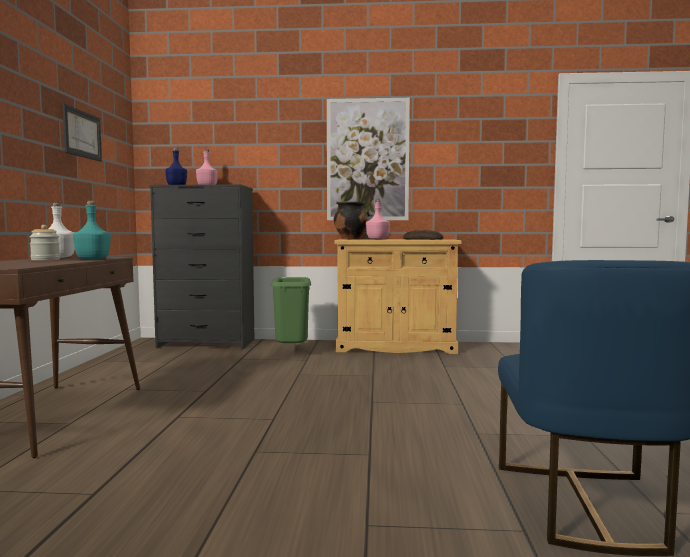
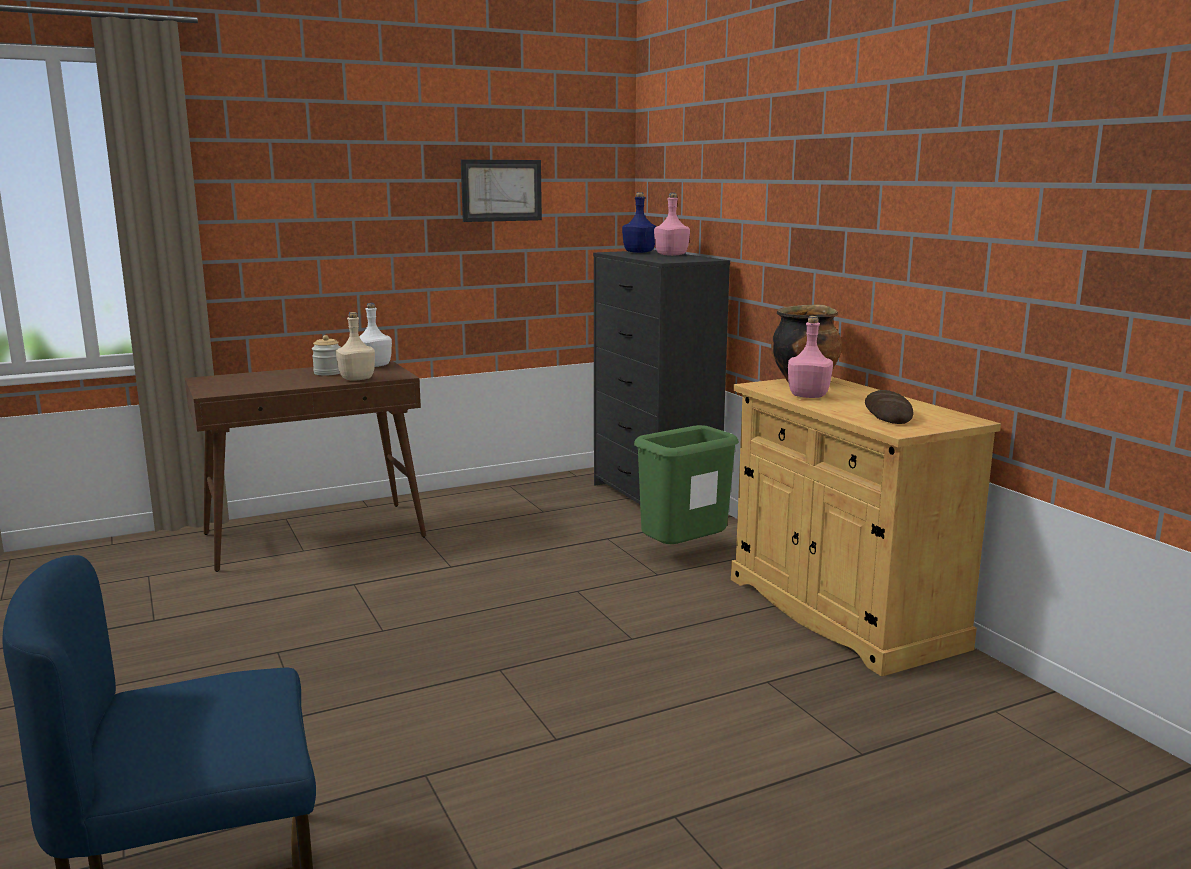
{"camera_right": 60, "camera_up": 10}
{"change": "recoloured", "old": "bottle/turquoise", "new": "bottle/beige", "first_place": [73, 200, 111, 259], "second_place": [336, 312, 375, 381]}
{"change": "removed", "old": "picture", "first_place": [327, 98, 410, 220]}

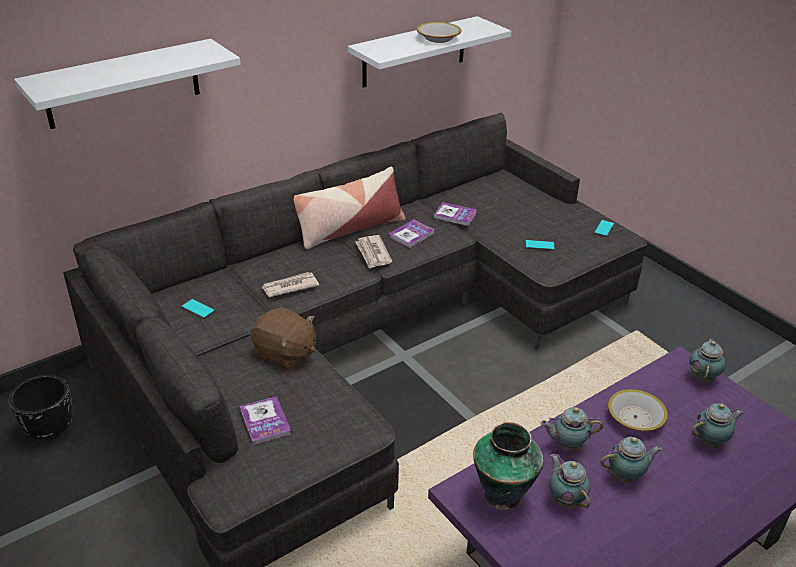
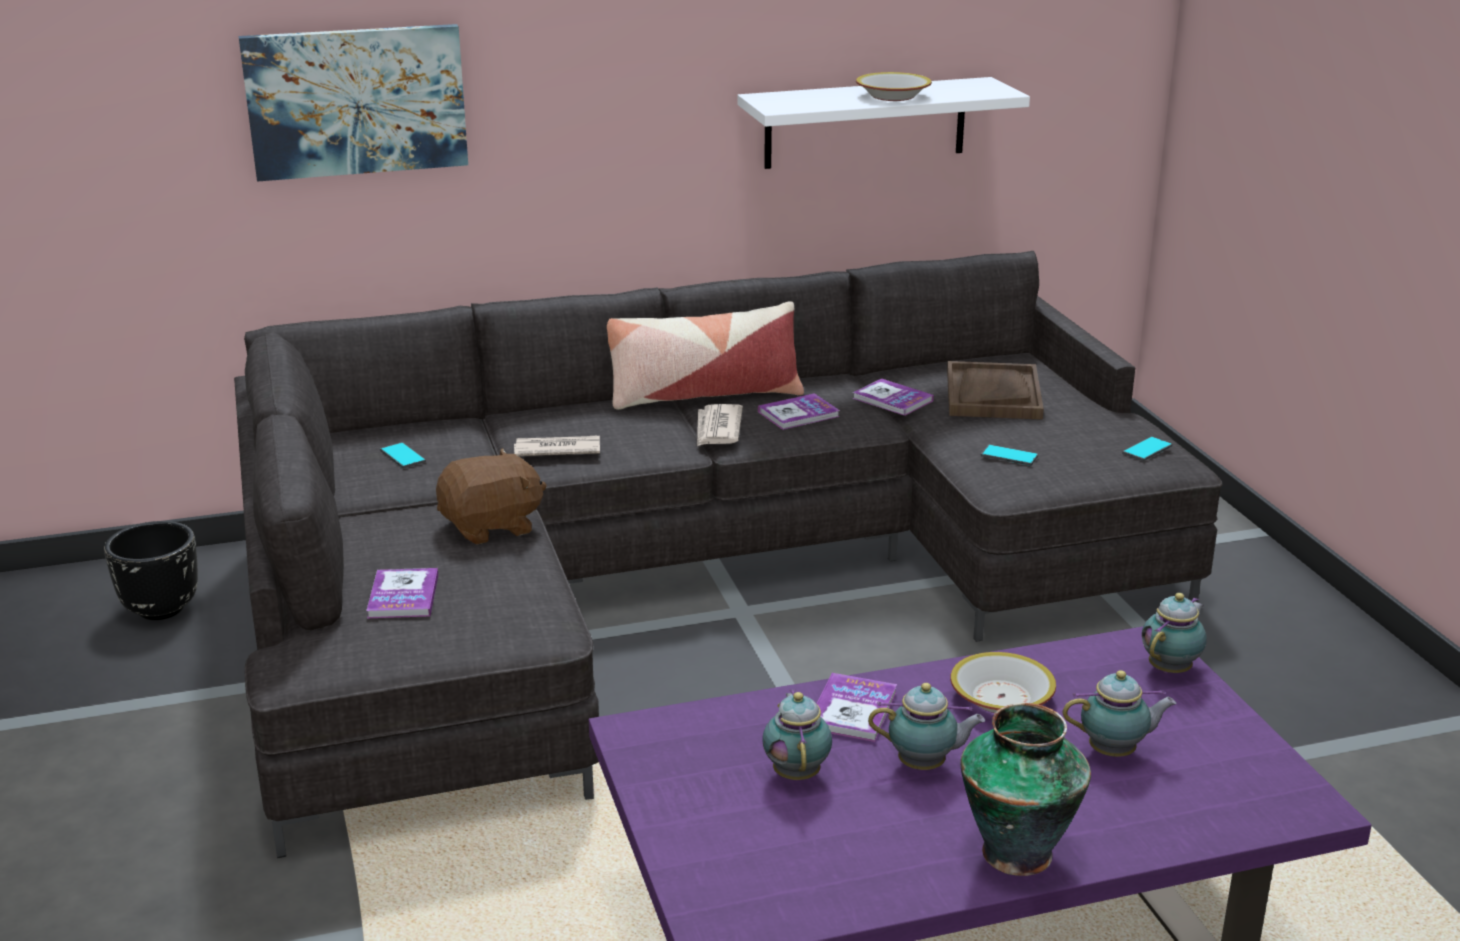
{"camera_right": 20, "camera_up": -10}
{"change": "replaced", "old": "shelf/white", "new": "picture", "first_place": [14, 39, 241, 129], "second_place": [239, 24, 468, 182]}
{"change": "turned", "old": "plush toy/brown", "first_place": [251, 307, 316, 371], "second_place": [436, 448, 547, 545], "degrees": -75}
{"change": "moved", "old": "vase", "first_place": [473, 422, 544, 510], "second_place": [960, 703, 1091, 876]}
{"change": "replaced", "old": "teapot", "new": "book", "first_place": [540, 407, 603, 452], "second_place": [816, 673, 897, 742]}
{"change": "added", "new": "tray/brown", "second_place": [947, 361, 1044, 420]}

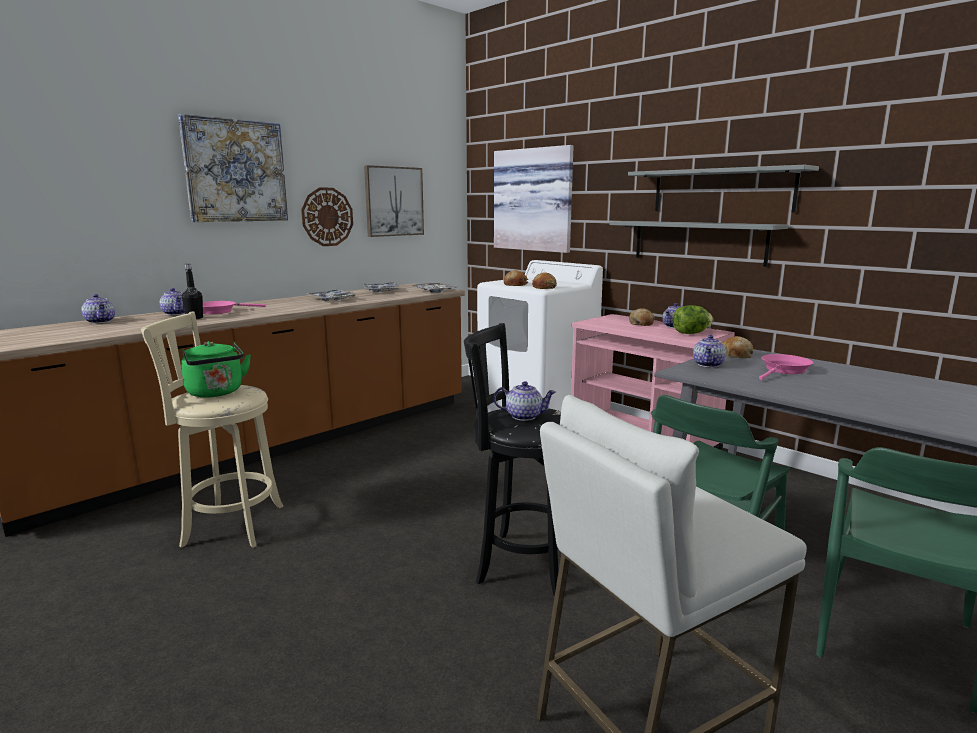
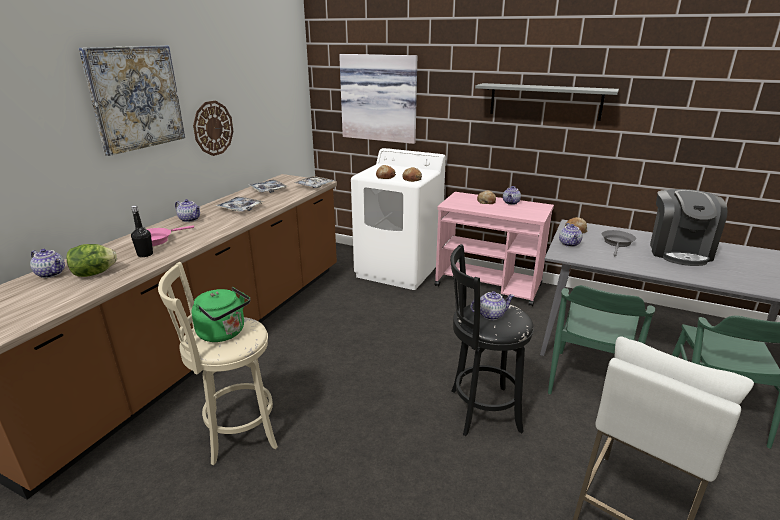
{"camera_right": -20, "camera_up": 10}
{"change": "moved", "old": "teapot", "first_place": [160, 288, 185, 315], "second_place": [175, 199, 200, 222]}
{"change": "removed", "old": "picture", "first_place": [364, 165, 424, 237]}
{"change": "removed", "old": "shelf/grey", "first_place": [609, 221, 788, 267]}
{"change": "moved", "old": "lettuce", "first_place": [673, 305, 713, 334], "second_place": [66, 244, 117, 277]}
{"change": "recoloured", "old": "frying pan/pink", "new": "frying pan/grey", "first_place": [759, 354, 814, 380], "second_place": [602, 230, 636, 257]}
{"change": "added", "new": "coffee machine", "second_place": [650, 189, 727, 266]}

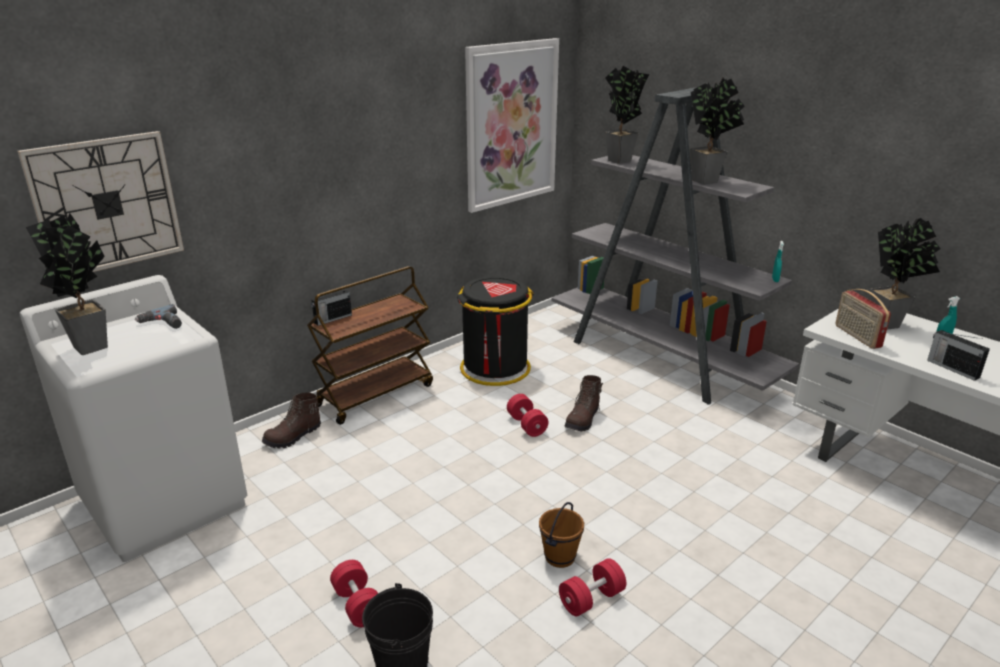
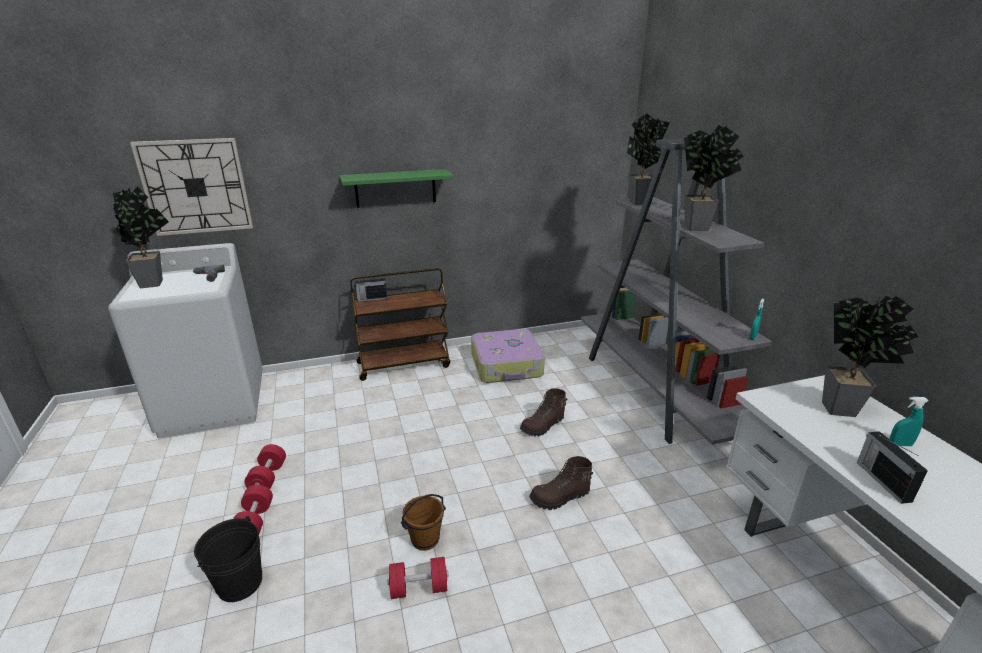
{"camera_right": 25, "camera_up": 0}
{"change": "moved", "old": "boot/brown", "first_place": [262, 393, 321, 448], "second_place": [529, 456, 593, 510]}
{"change": "replaced", "old": "trash can/black", "new": "suitcase", "first_place": [457, 276, 534, 386], "second_place": [471, 329, 545, 383]}
{"change": "removed", "old": "picture", "first_place": [465, 38, 559, 213]}
{"change": "moved", "old": "dumbbell/red", "first_place": [507, 394, 548, 437], "second_place": [244, 444, 286, 489]}
{"change": "removed", "old": "radio", "first_place": [835, 289, 891, 349]}
{"change": "added", "new": "shelf/green", "second_place": [340, 169, 453, 208]}

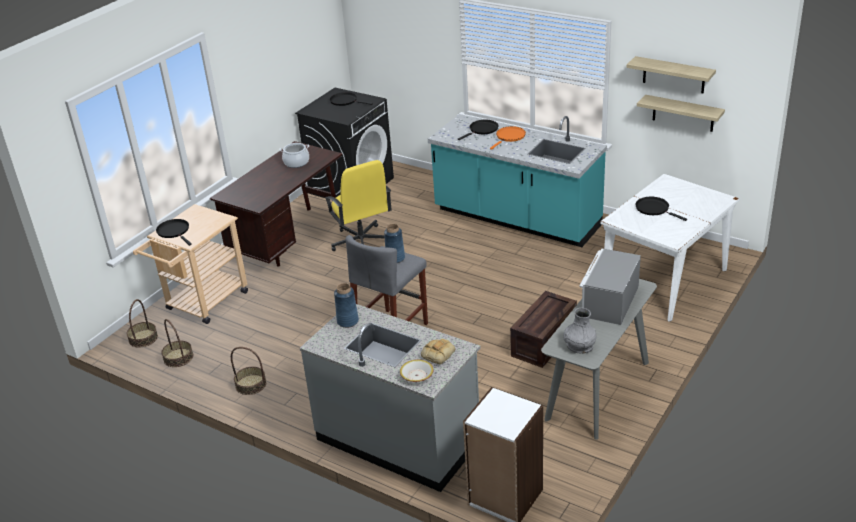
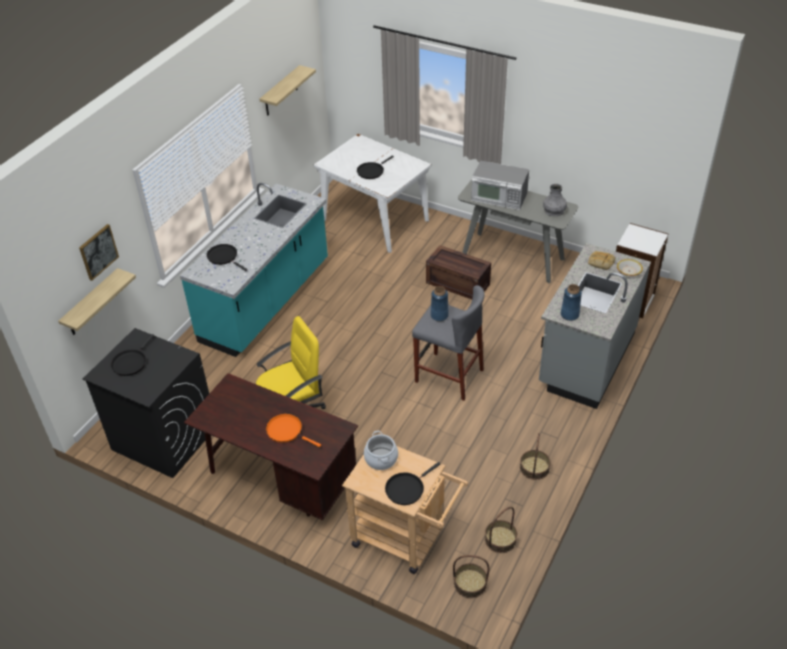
{"camera_right": -95, "camera_up": 10}
{"change": "moved", "old": "cooking pot", "first_place": [280, 143, 309, 168], "second_place": [364, 431, 398, 470]}
{"change": "moved", "old": "frying pan/orange", "first_place": [490, 126, 526, 149], "second_place": [266, 414, 321, 447]}
{"change": "moved", "old": "shelf", "first_place": [637, 95, 725, 132], "second_place": [58, 268, 136, 335]}
{"change": "added", "new": "picture", "second_place": [79, 224, 119, 281]}

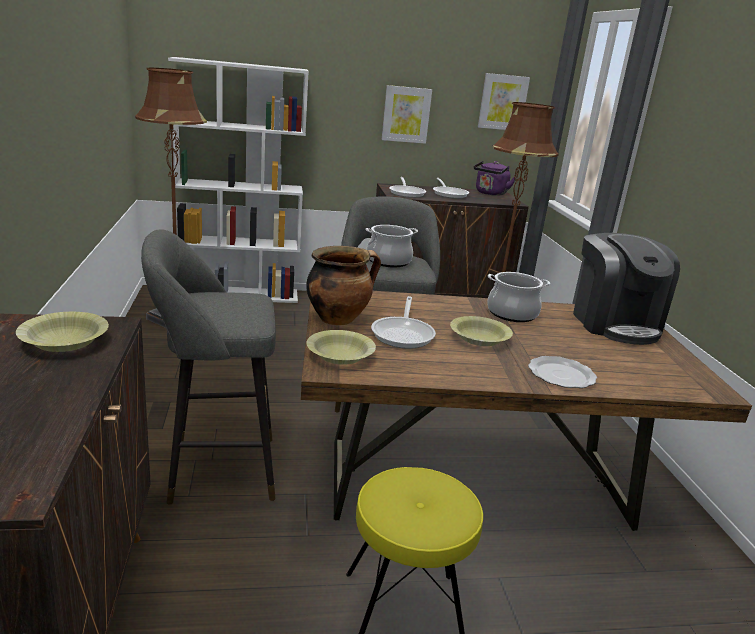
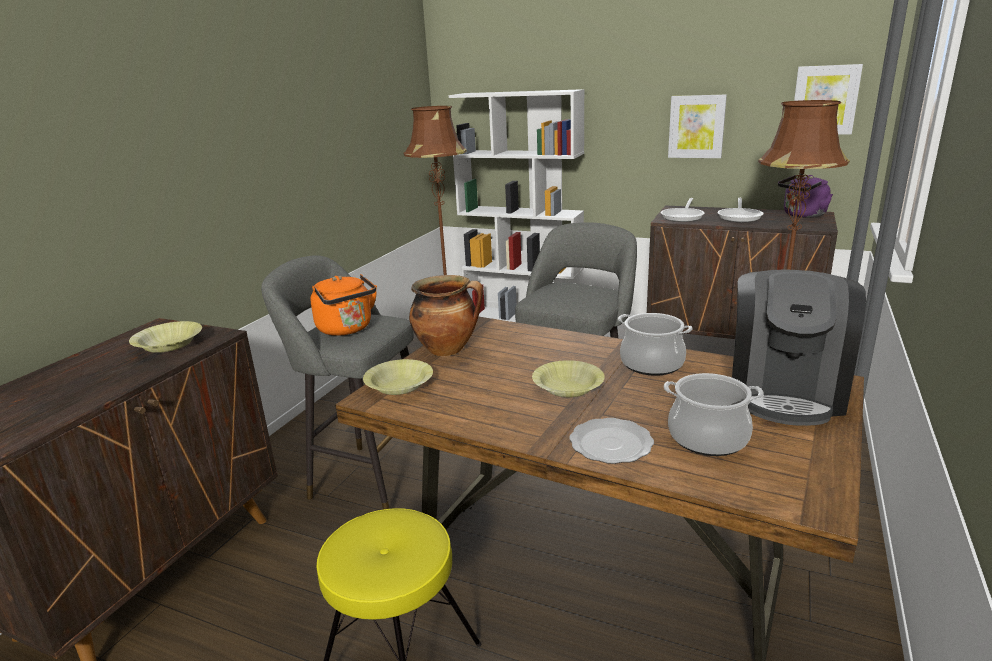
{"camera_right": 35, "camera_up": 0}
{"change": "moved", "old": "cooking pot", "first_place": [365, 225, 418, 267], "second_place": [664, 373, 764, 456]}
{"change": "removed", "old": "frying pan", "first_place": [371, 296, 436, 349]}
{"change": "added", "new": "kettle/orange", "second_place": [310, 274, 377, 336]}

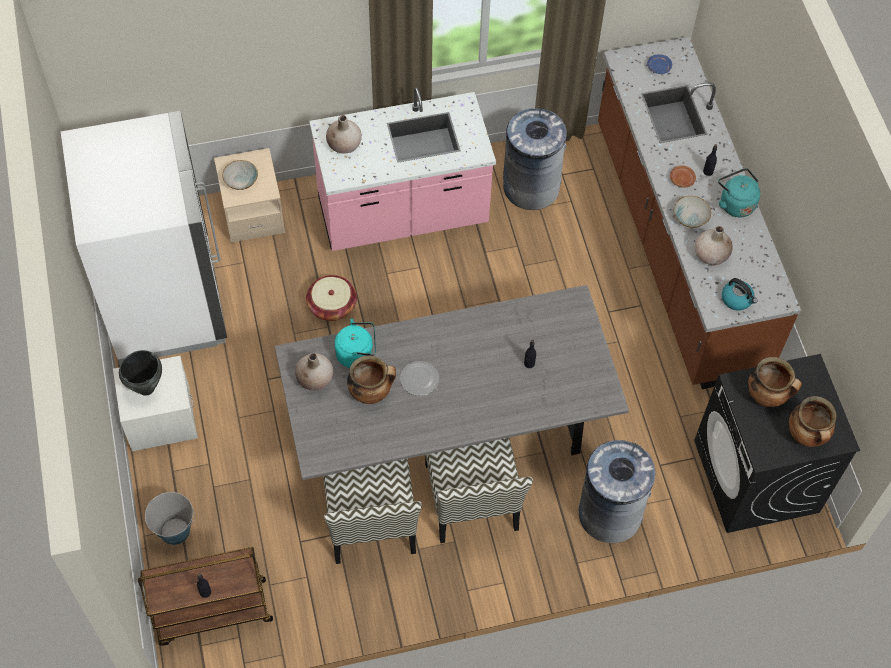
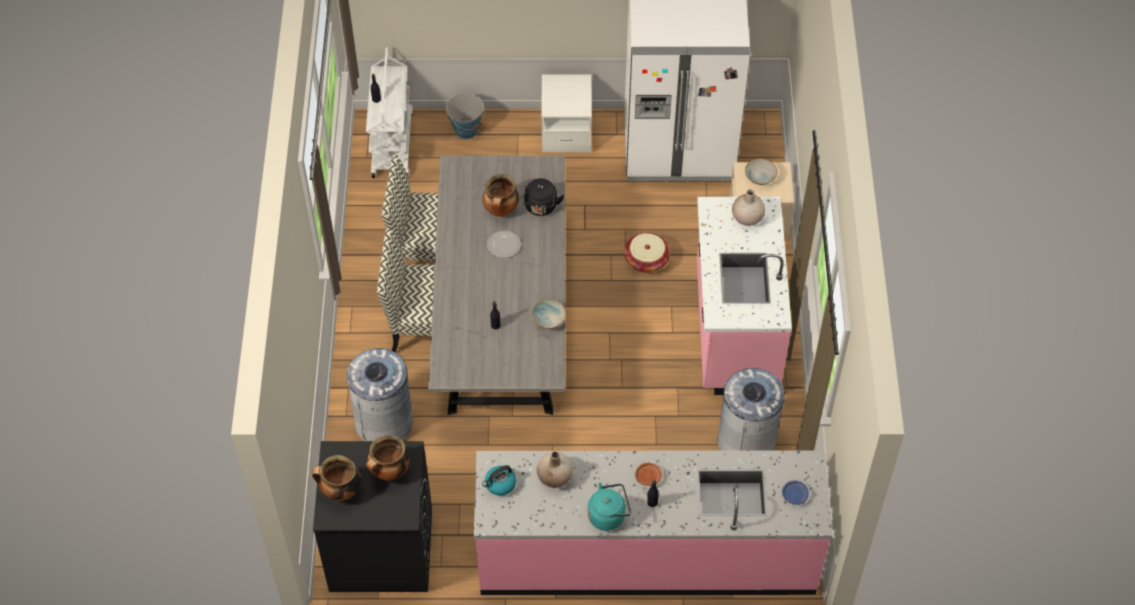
{"camera_right": 105, "camera_up": -5}
{"change": "removed", "old": "cooking pot/black", "first_place": [119, 350, 162, 396]}
{"change": "recoloured", "old": "cart/brown", "new": "cart/white", "first_place": [138, 547, 273, 646], "second_place": [366, 47, 413, 178]}
{"change": "removed", "old": "vase/beige", "first_place": [295, 353, 333, 391]}
{"change": "recoloured", "old": "kettle/turquoise", "new": "kettle/black", "first_place": [334, 319, 376, 368], "second_place": [522, 178, 564, 216]}
{"change": "recoloured", "old": "counter/brown", "new": "counter/pink", "first_place": [598, 37, 801, 389], "second_place": [474, 451, 833, 595]}
{"change": "moved", "old": "bowl", "first_place": [673, 196, 711, 228], "second_place": [531, 299, 566, 329]}

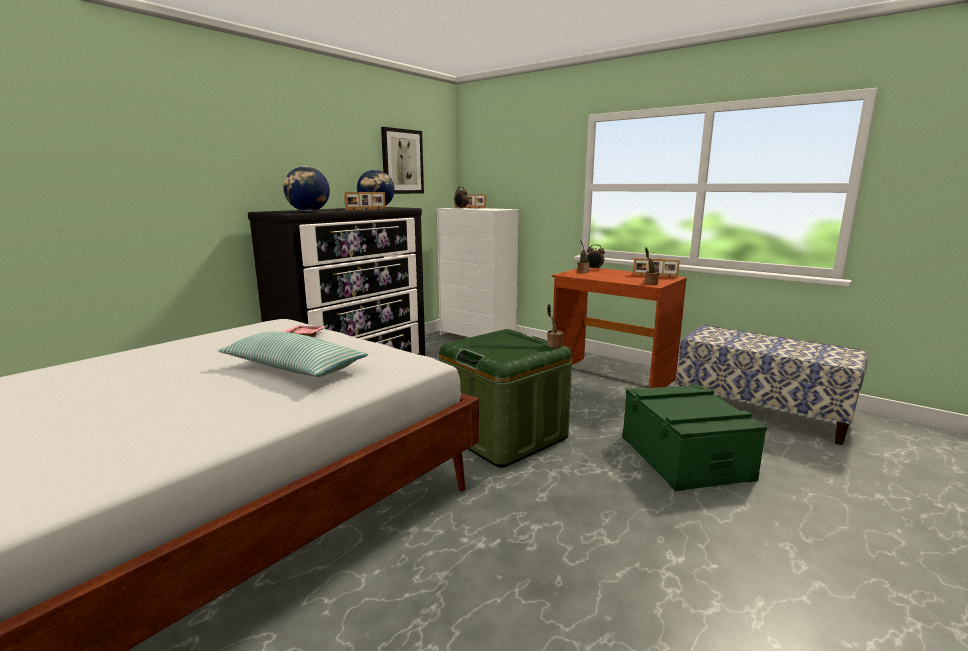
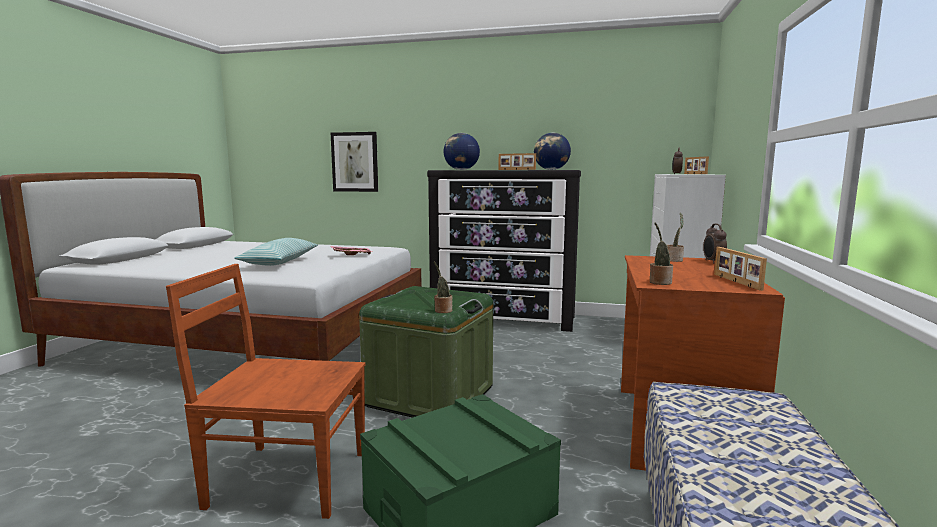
{"camera_right": 65, "camera_up": -5}
{"change": "moved", "old": "picture", "first_place": [381, 127, 424, 194], "second_place": [331, 132, 378, 192]}
{"change": "added", "new": "chair/brown", "second_place": [166, 264, 366, 519]}

